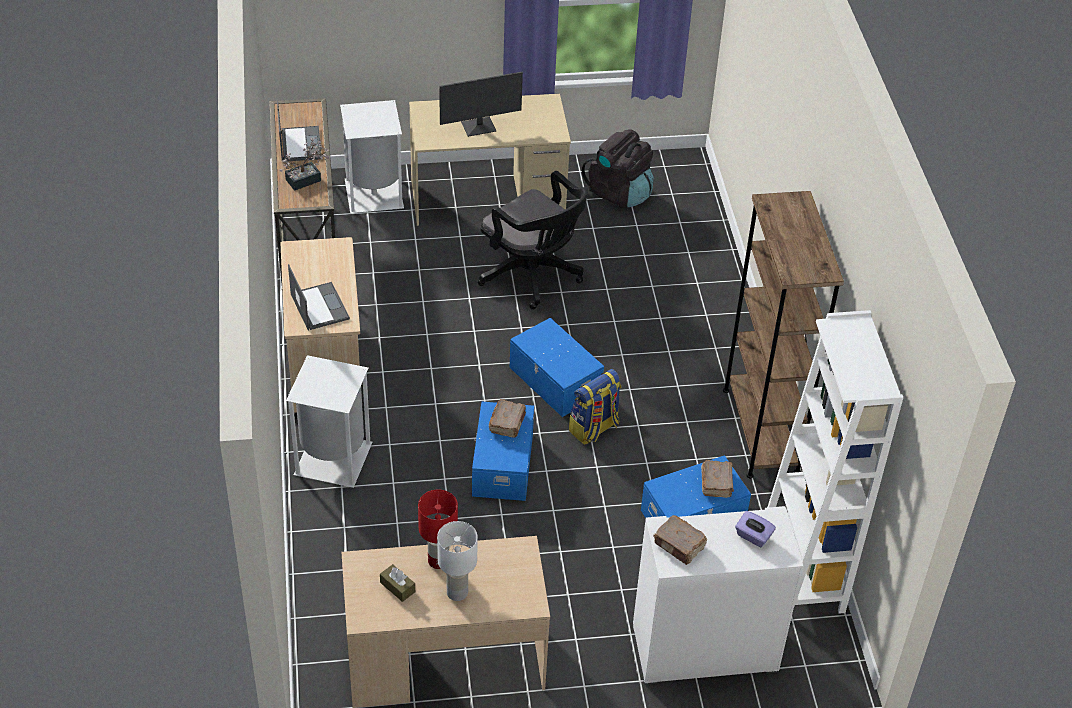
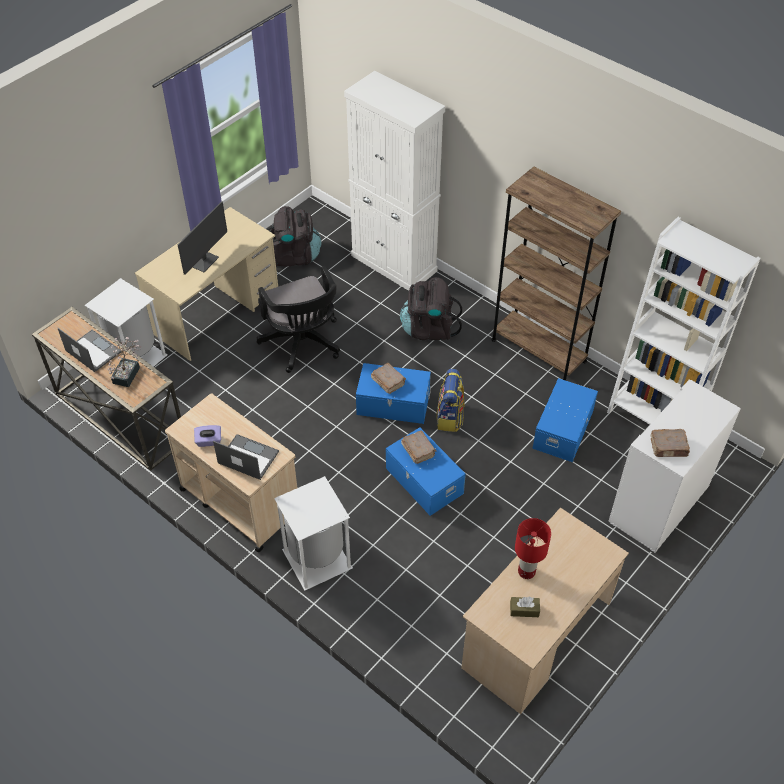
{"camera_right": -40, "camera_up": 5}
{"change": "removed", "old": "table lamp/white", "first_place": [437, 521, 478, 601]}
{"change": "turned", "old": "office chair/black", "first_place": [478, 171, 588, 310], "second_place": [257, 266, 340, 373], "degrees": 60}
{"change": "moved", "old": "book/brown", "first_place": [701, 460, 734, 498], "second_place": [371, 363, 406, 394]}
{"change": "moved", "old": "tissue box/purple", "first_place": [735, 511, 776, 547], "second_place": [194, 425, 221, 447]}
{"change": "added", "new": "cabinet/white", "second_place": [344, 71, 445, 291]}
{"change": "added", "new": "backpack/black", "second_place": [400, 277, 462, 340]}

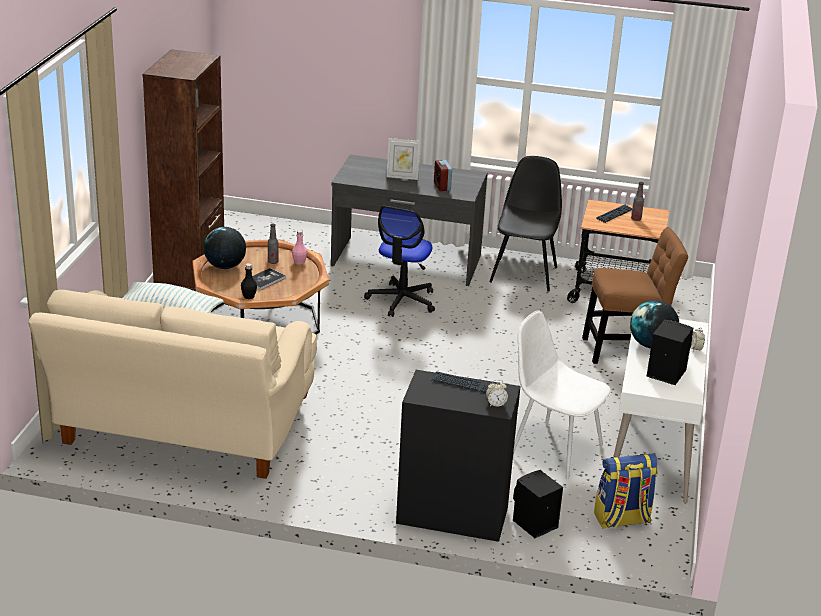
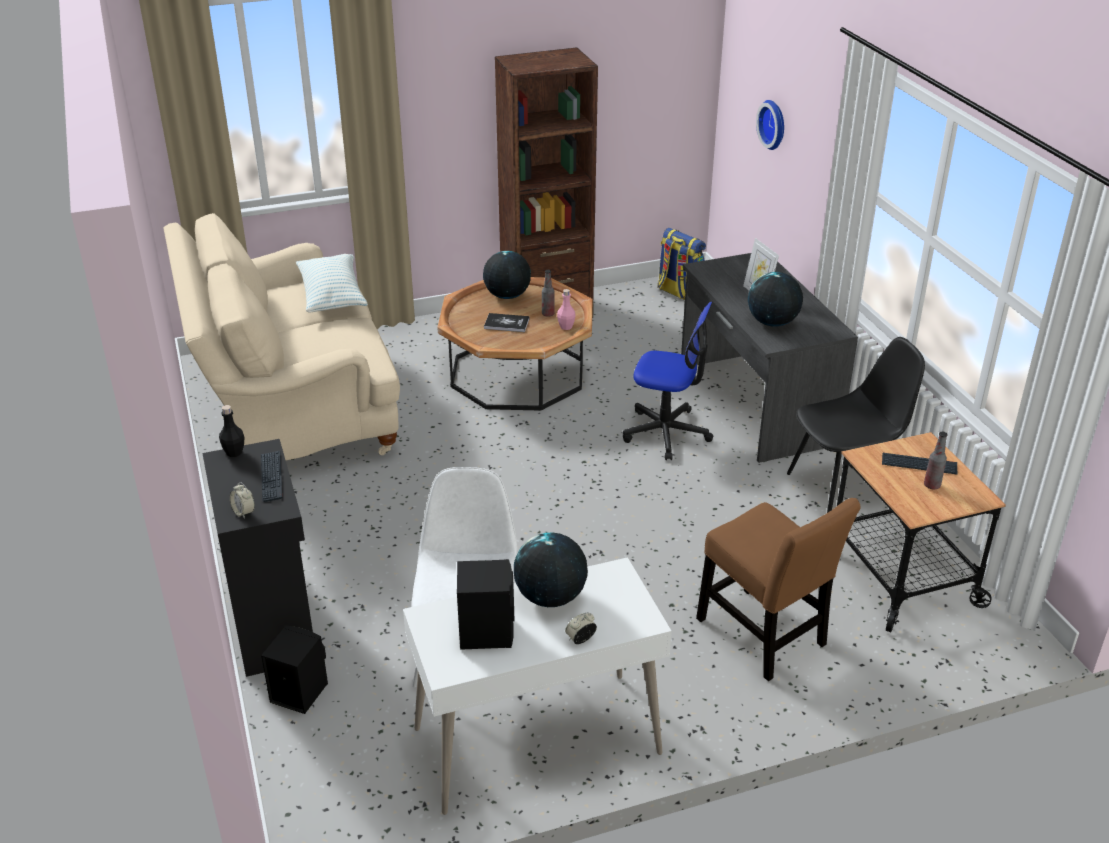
{"camera_right": 60, "camera_up": 5}
{"change": "moved", "old": "bottle/black", "first_place": [241, 263, 257, 299], "second_place": [219, 405, 244, 457]}
{"change": "turned", "old": "office chair", "first_place": [364, 206, 435, 317], "second_place": [623, 302, 713, 460], "degrees": -150}
{"change": "replaced", "old": "alarm clock", "new": "globe", "first_place": [434, 160, 452, 191], "second_place": [748, 272, 803, 327]}
{"change": "moved", "old": "backpack", "first_place": [594, 453, 658, 529], "second_place": [657, 228, 706, 300]}
{"change": "added", "new": "wall clock", "second_place": [756, 100, 784, 150]}

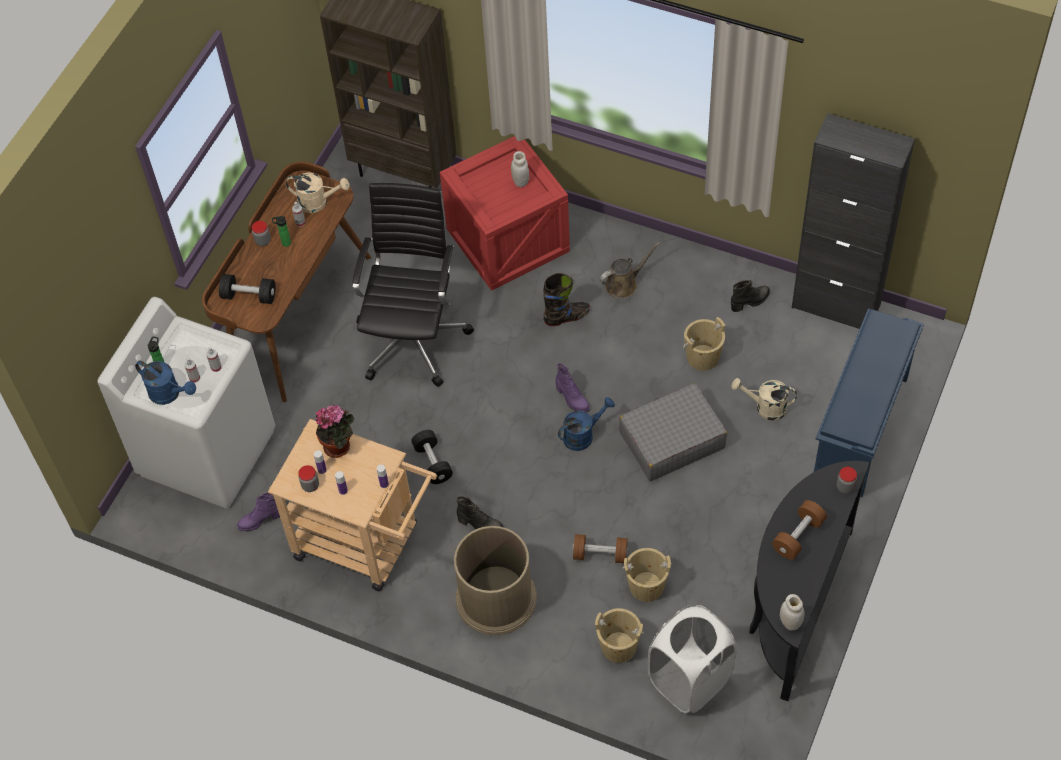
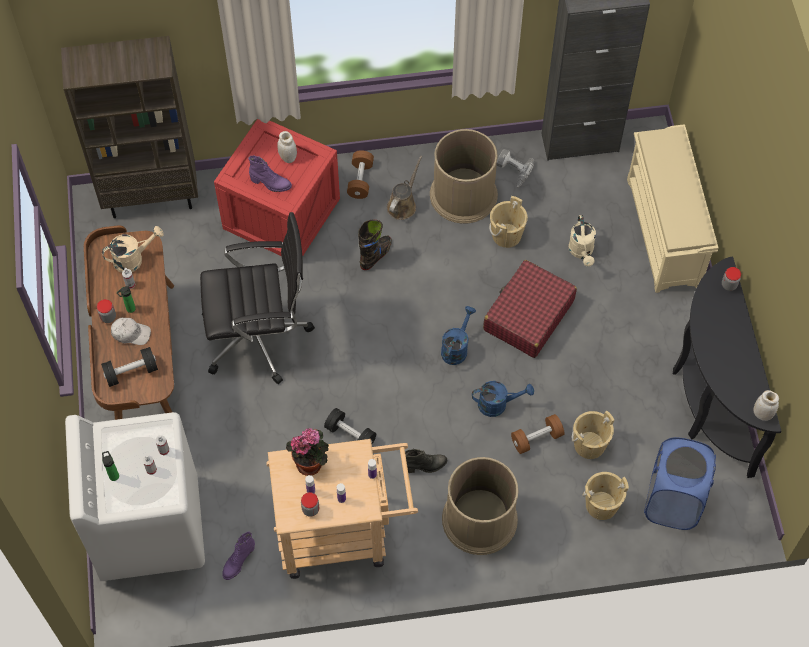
{"camera_right": -35, "camera_up": 5}
{"change": "moved", "old": "watering can/blue", "first_place": [135, 361, 196, 405], "second_place": [472, 381, 534, 417]}
{"change": "turned", "old": "office chair/black", "first_place": [352, 183, 474, 387], "second_place": [200, 212, 315, 384], "degrees": 105}
{"change": "moved", "old": "boot/purple", "first_place": [555, 363, 590, 412], "second_place": [248, 156, 292, 192]}
{"change": "recoloured", "old": "suitcase/grey", "new": "suitcase/red", "first_place": [619, 383, 727, 481], "second_place": [483, 260, 577, 358]}
{"change": "recoloured", "old": "laundry basket/white", "new": "laundry basket/blue", "first_place": [648, 605, 737, 713], "second_place": [644, 437, 716, 530]}
{"change": "replaced", "old": "boot/black", "new": "power drill", "first_place": [731, 280, 770, 312], "second_place": [497, 149, 535, 187]}
{"change": "turned", "old": "watering can/beige", "first_place": [732, 378, 797, 421], "second_place": [568, 215, 596, 267], "degrees": -75}
{"change": "moved", "old": "dumbbell/brown", "first_place": [772, 500, 827, 560], "second_place": [347, 150, 374, 199]}
{"change": "recoloured", "old": "shoe rack/blue", "new": "shoe rack/beige", "first_place": [814, 309, 924, 497], "second_place": [627, 124, 718, 293]}
{"change": "added", "new": "cap/white", "second_place": [111, 318, 151, 345]}
{"change": "added", "new": "trash can/brown", "second_place": [430, 129, 498, 224]}

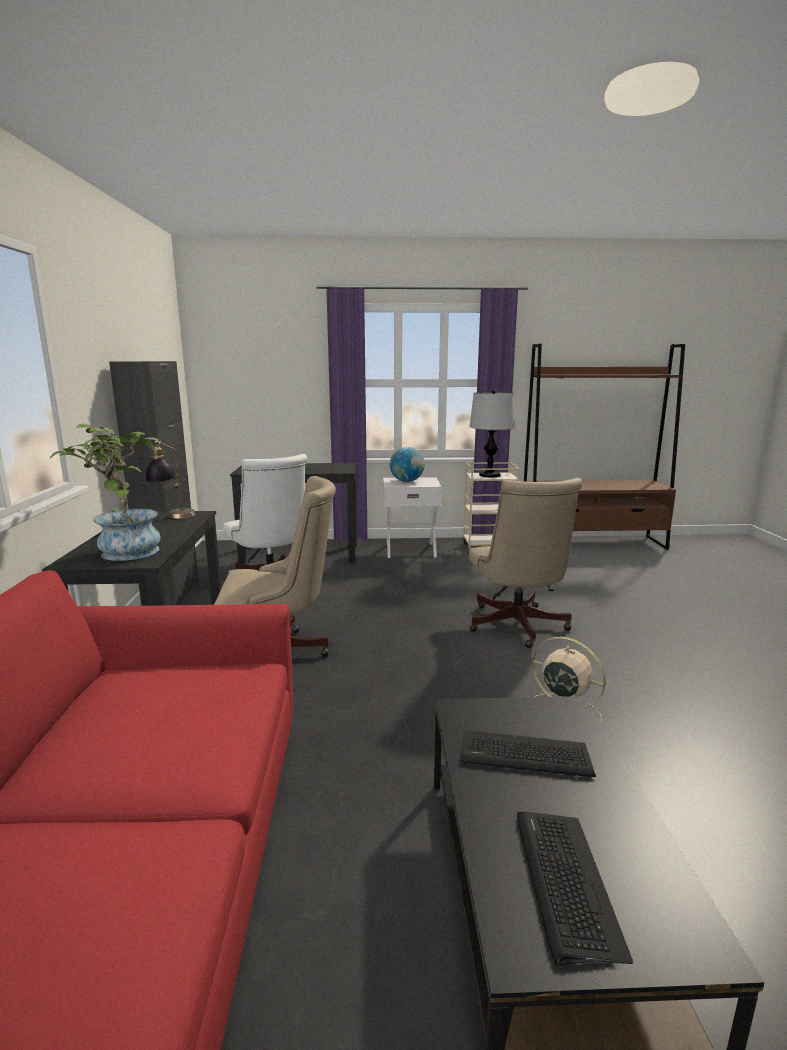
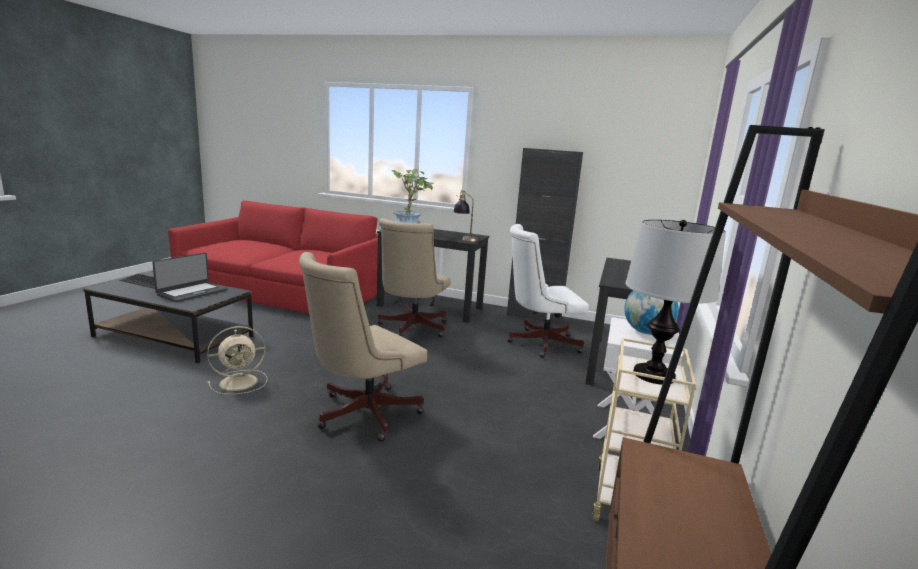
{"camera_right": 110, "camera_up": 0}
{"change": "replaced", "old": "keyboard", "new": "laptop", "first_place": [459, 730, 596, 777], "second_place": [152, 253, 228, 302]}
{"change": "turned", "old": "office chair/beige", "first_place": [469, 478, 582, 648], "second_place": [299, 252, 427, 442], "degrees": -60}

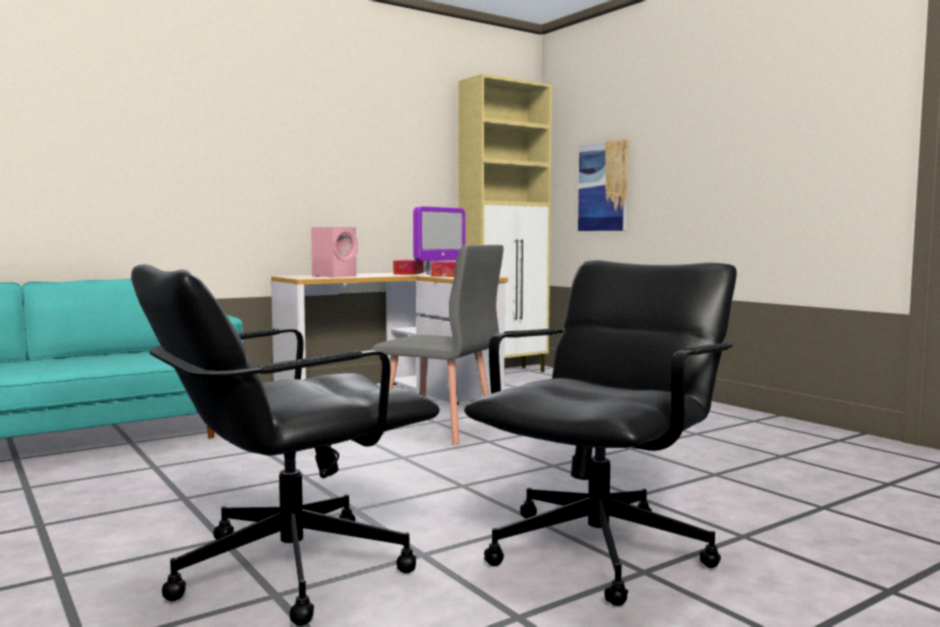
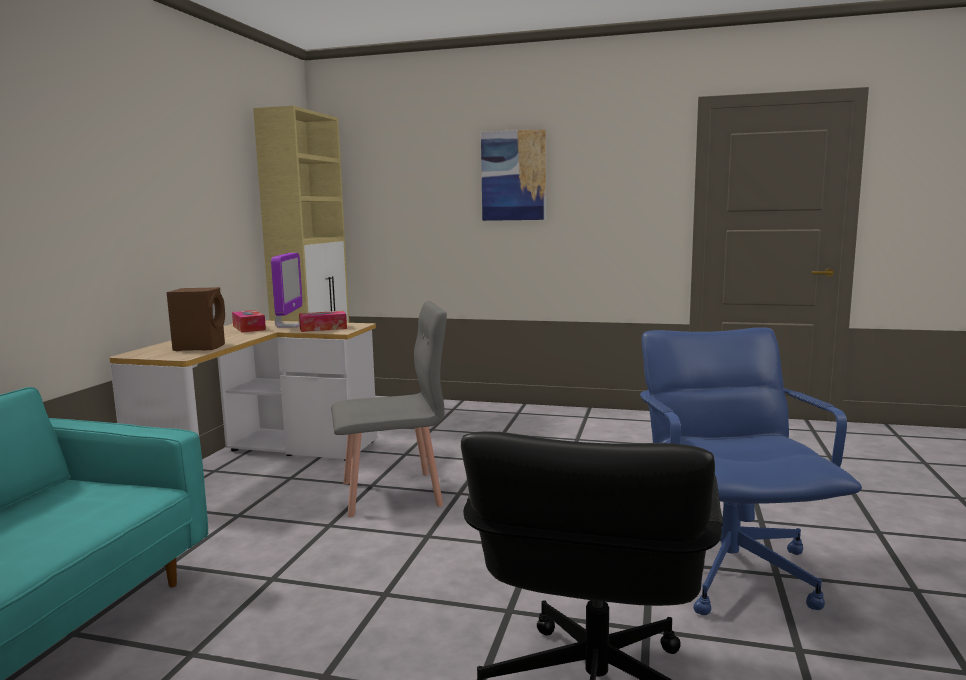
{"camera_right": -40, "camera_up": 5}
{"change": "recoloured", "old": "speaker/pink", "new": "speaker/brown", "first_place": [311, 227, 358, 278], "second_place": [166, 287, 225, 351]}
{"change": "recoloured", "old": "office chair/black", "new": "office chair/blue", "first_place": [464, 260, 737, 606], "second_place": [640, 327, 862, 615]}
{"change": "moved", "old": "picture", "first_place": [578, 139, 629, 231], "second_place": [481, 129, 546, 221]}

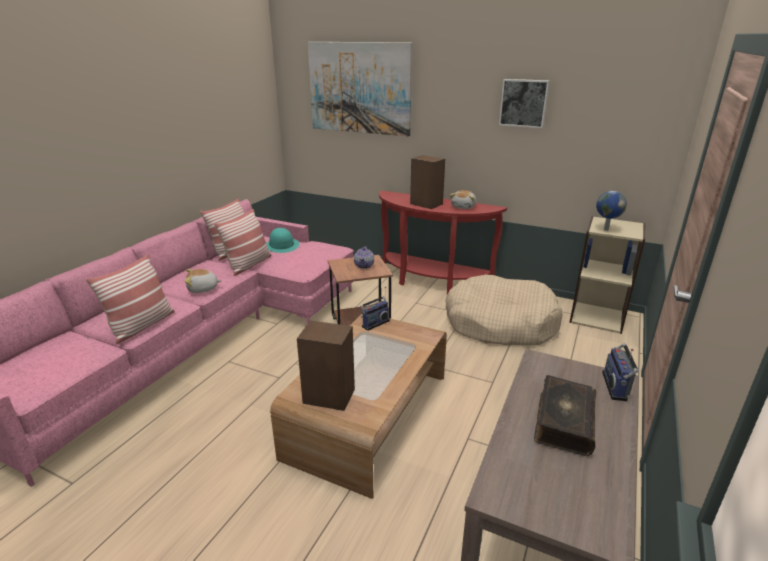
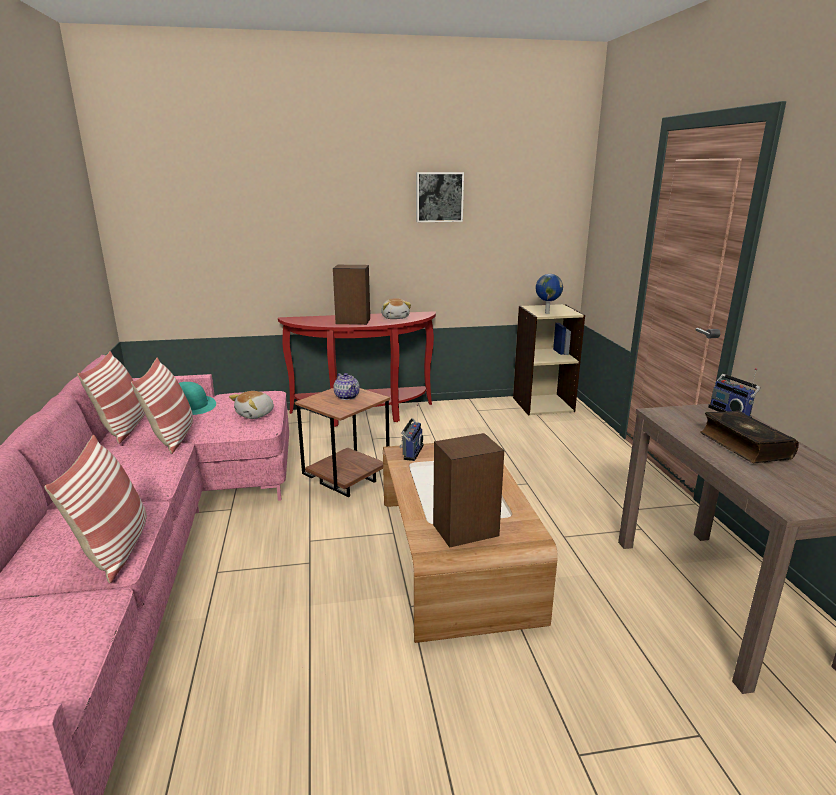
{"camera_right": -35, "camera_up": -5}
{"change": "moved", "old": "plush toy", "first_place": [184, 269, 222, 293], "second_place": [229, 391, 274, 419]}
{"change": "removed", "old": "picture", "first_place": [308, 42, 412, 136]}
{"change": "removed", "old": "dog bed/beige", "first_place": [445, 275, 563, 345]}

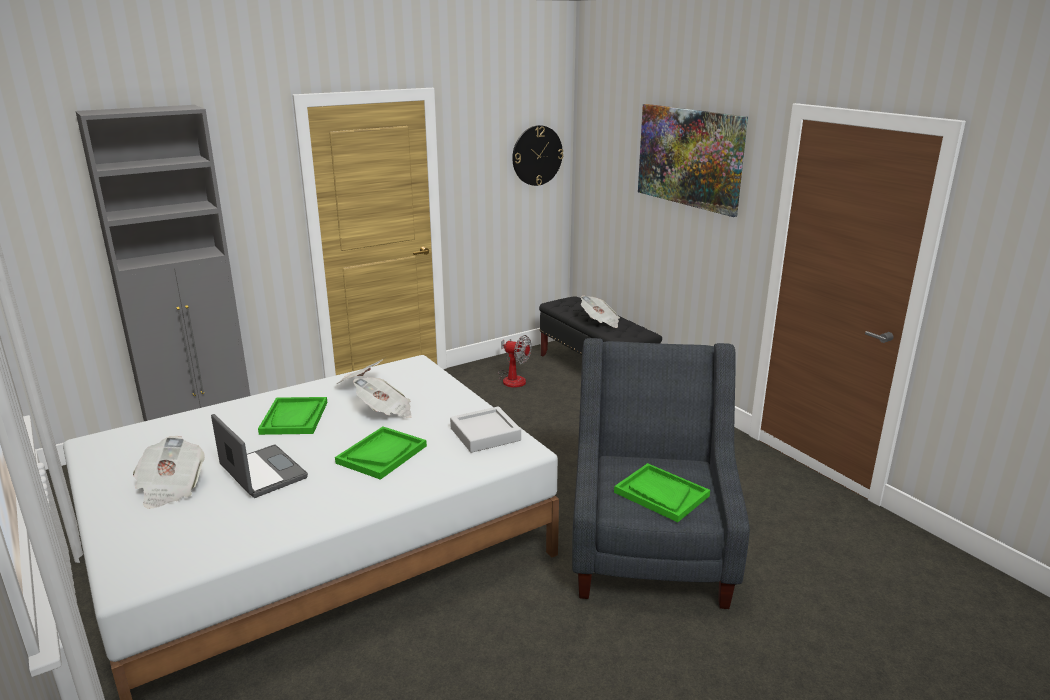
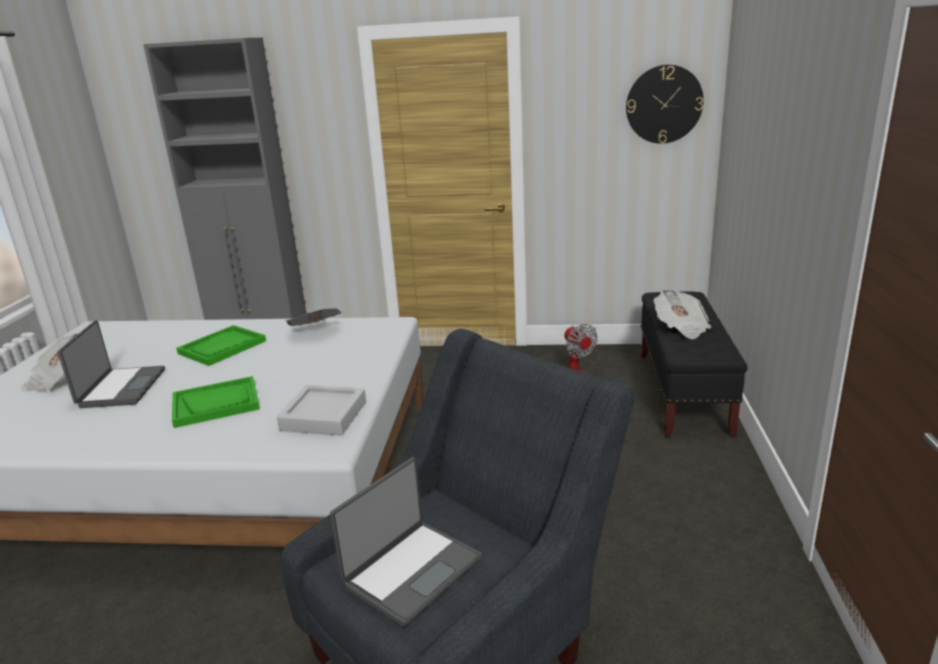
{"camera_right": 40, "camera_up": 0}
{"change": "removed", "old": "newspaper", "first_place": [353, 377, 412, 418]}
{"change": "replaced", "old": "tray/green", "new": "laptop", "first_place": [614, 463, 710, 522], "second_place": [330, 457, 482, 627]}
{"change": "removed", "old": "picture", "first_place": [638, 104, 748, 217]}

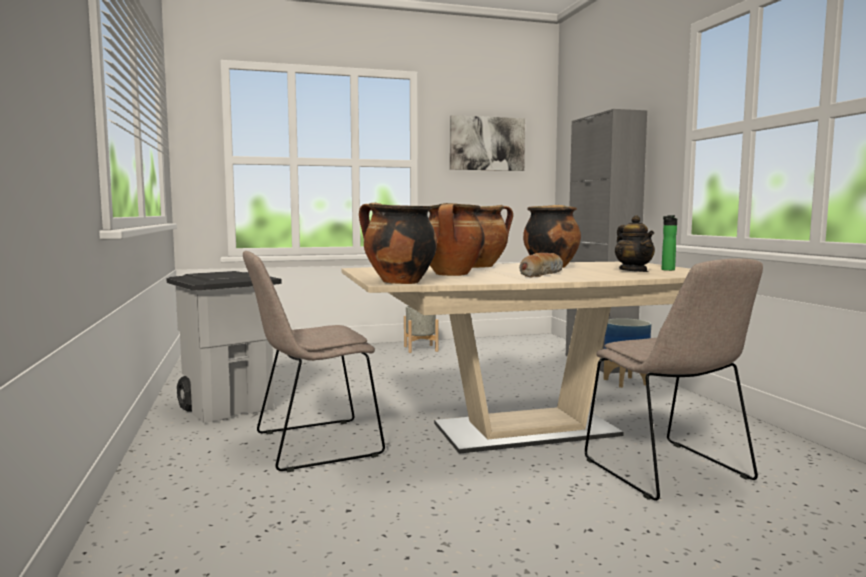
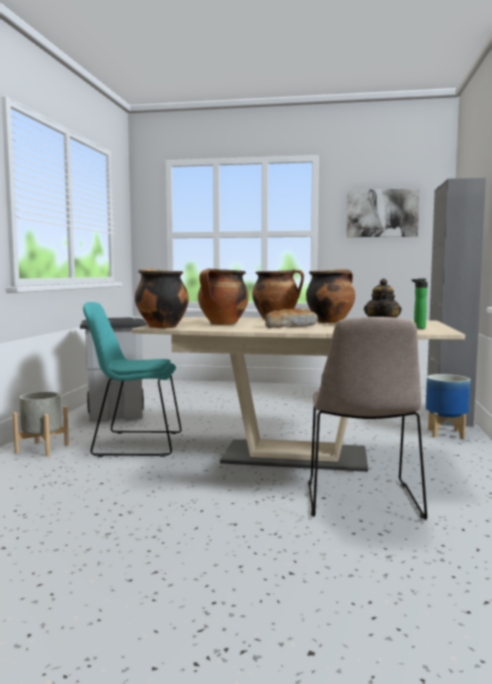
{"camera_right": 25, "camera_up": 0}
{"change": "recoloured", "old": "chair/beige", "new": "chair/turquoise", "first_place": [243, 251, 385, 473], "second_place": [83, 302, 182, 457]}
{"change": "moved", "old": "planter/grey", "first_place": [404, 306, 439, 353], "second_place": [13, 392, 69, 456]}

